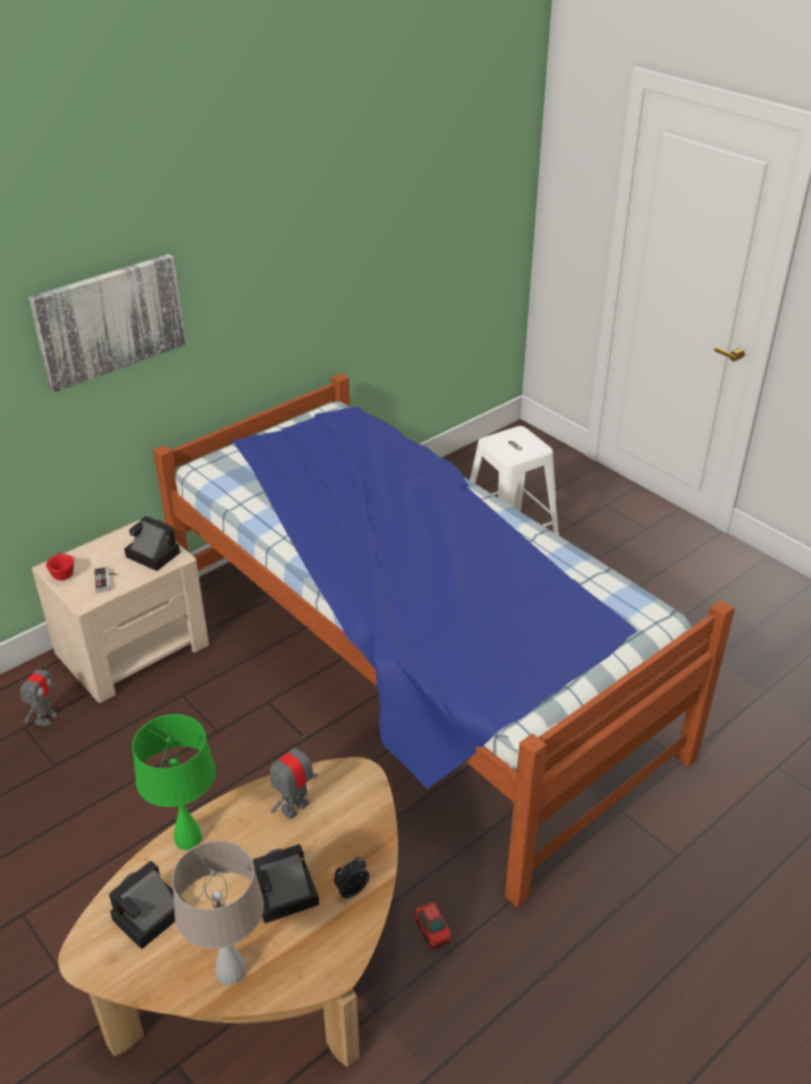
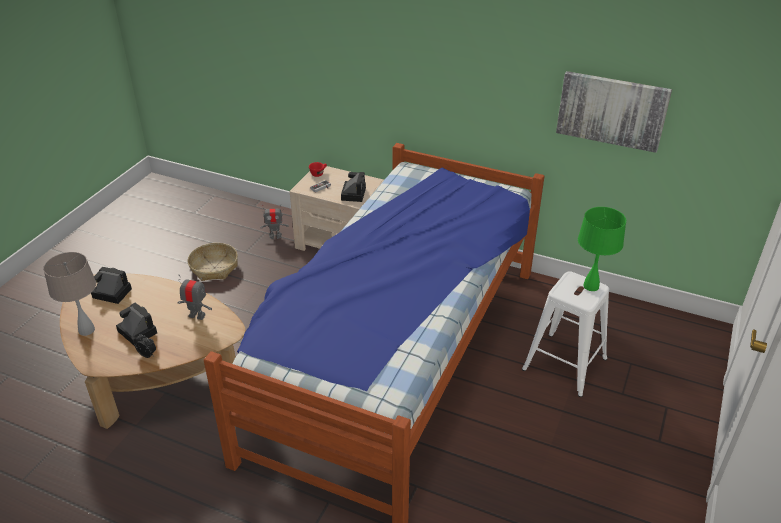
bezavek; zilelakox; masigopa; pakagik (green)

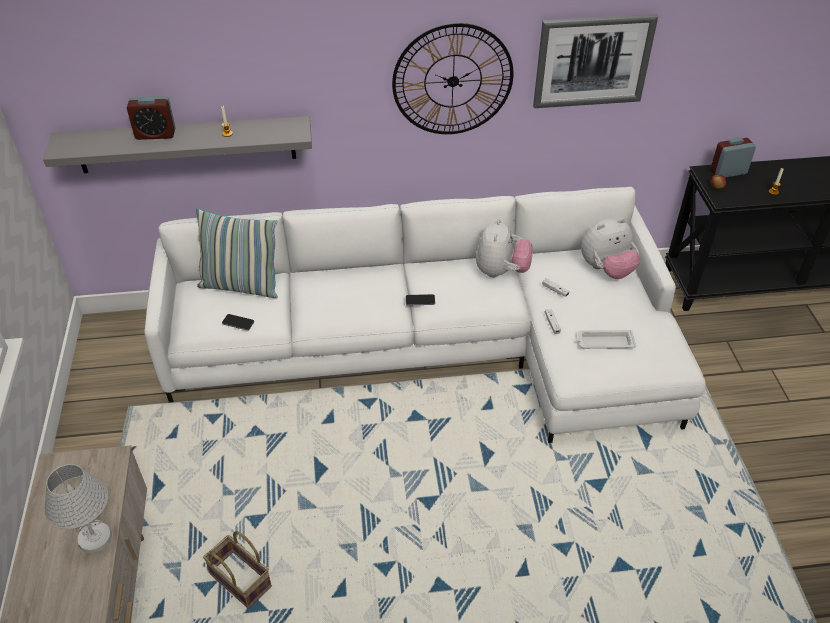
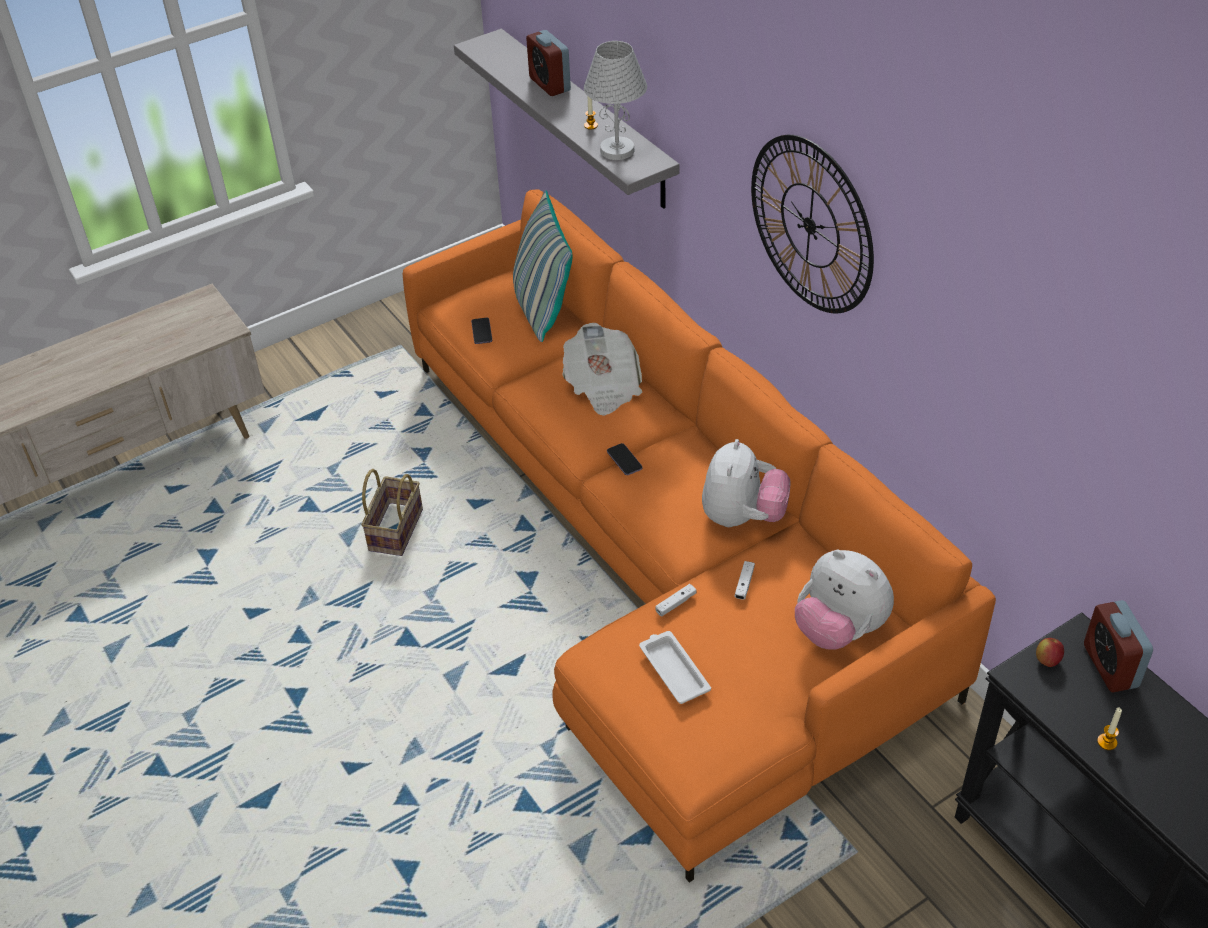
masigopa; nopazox; pakagik (white); zilelakox; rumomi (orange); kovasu (1st from left); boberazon (2nd from left)

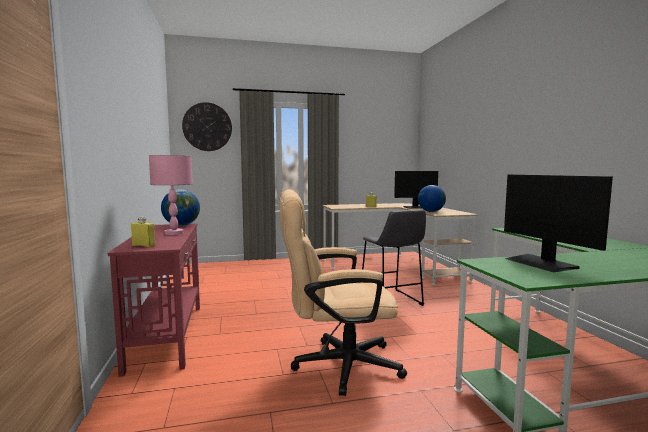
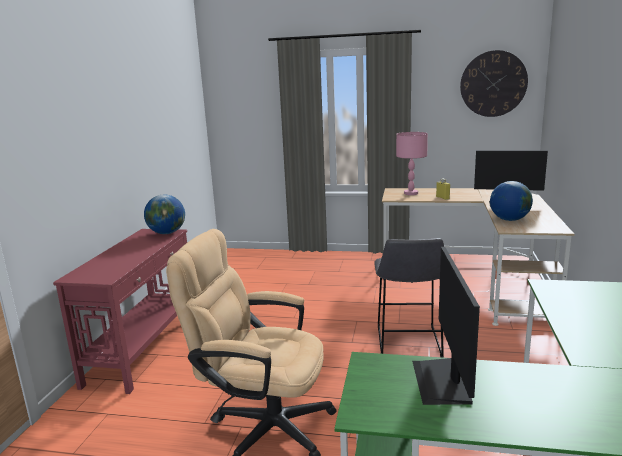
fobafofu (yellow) (1st from left in the first image); pakagik (pink); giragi

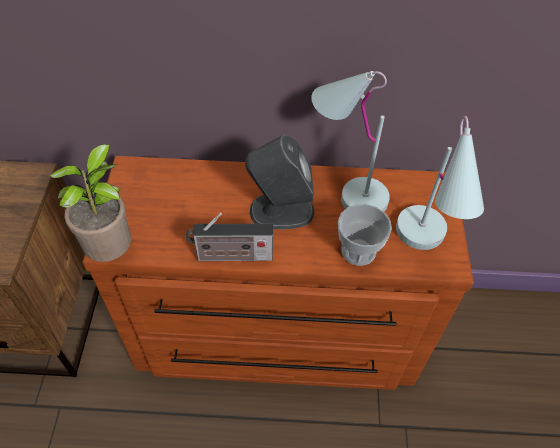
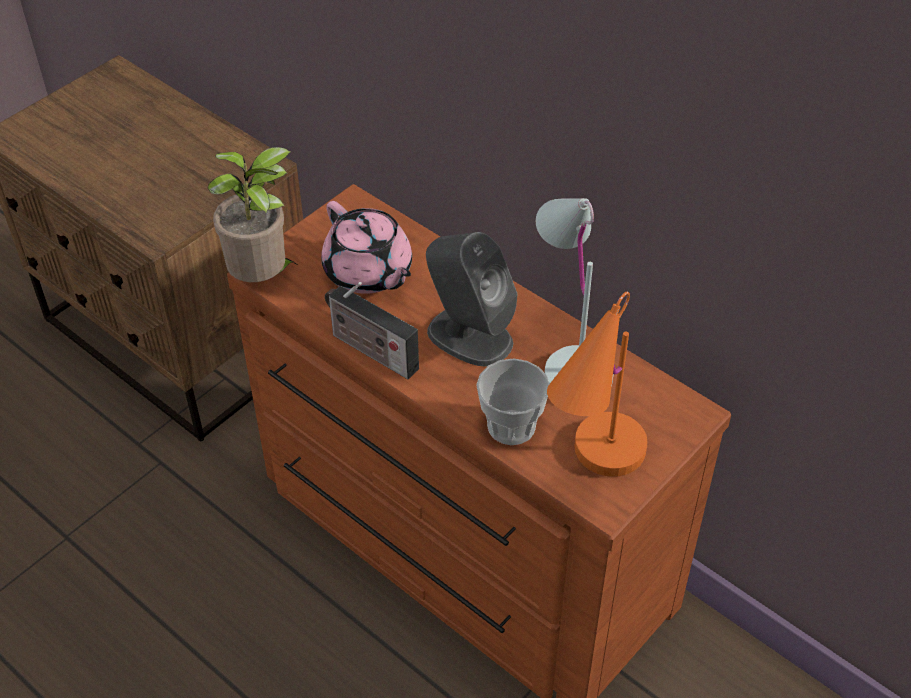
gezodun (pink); pakagik (orange)

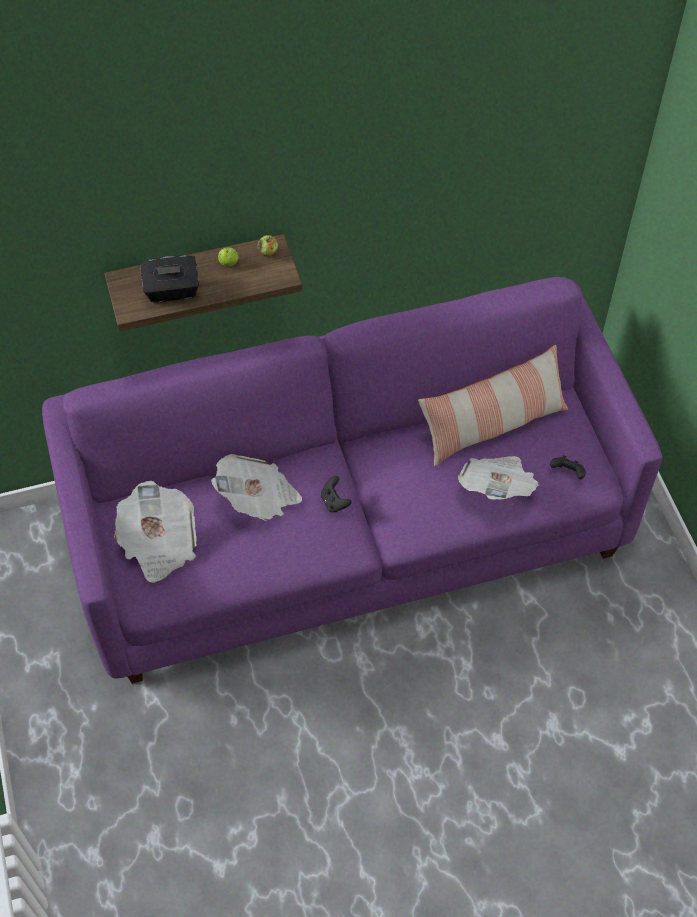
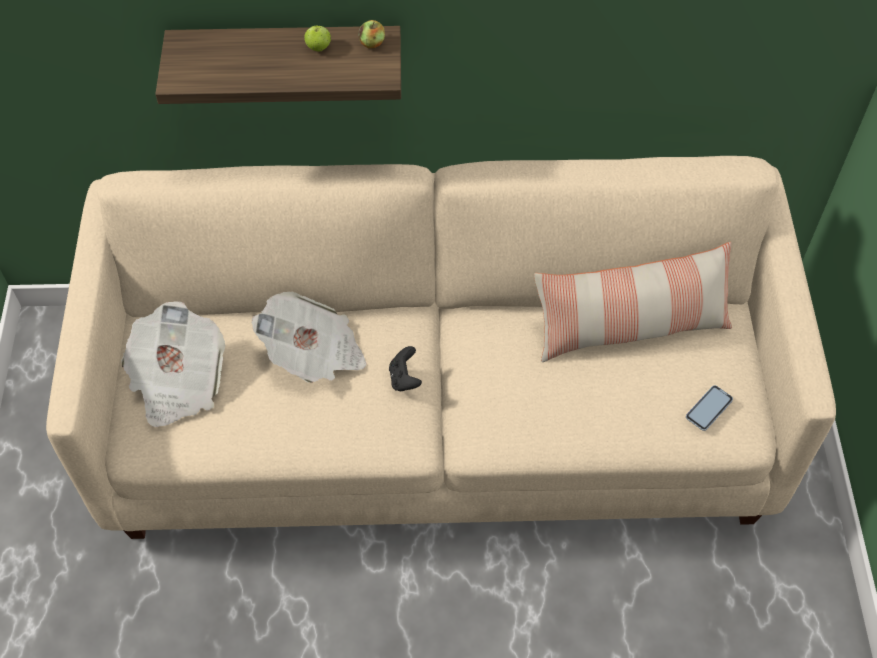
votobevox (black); nopazox (3rd from left in the first image); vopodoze; rumomi (beige)

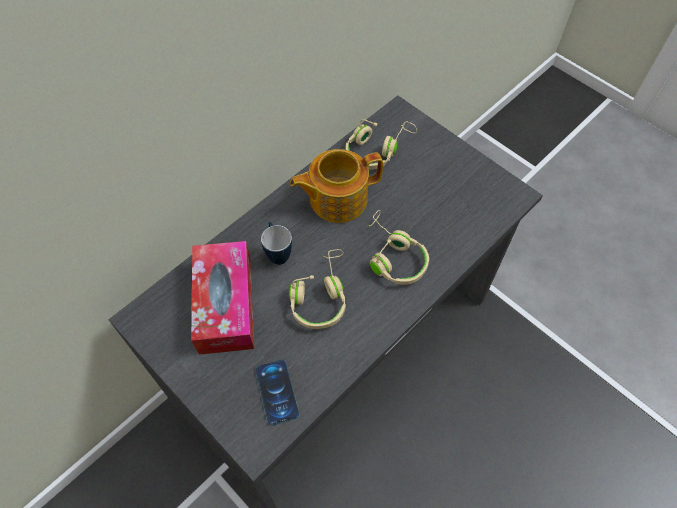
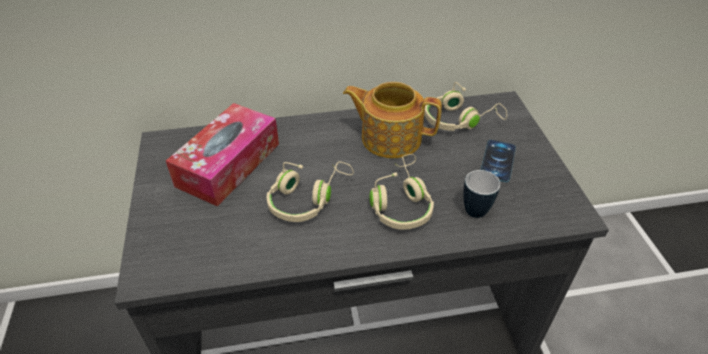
vopodoze; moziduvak

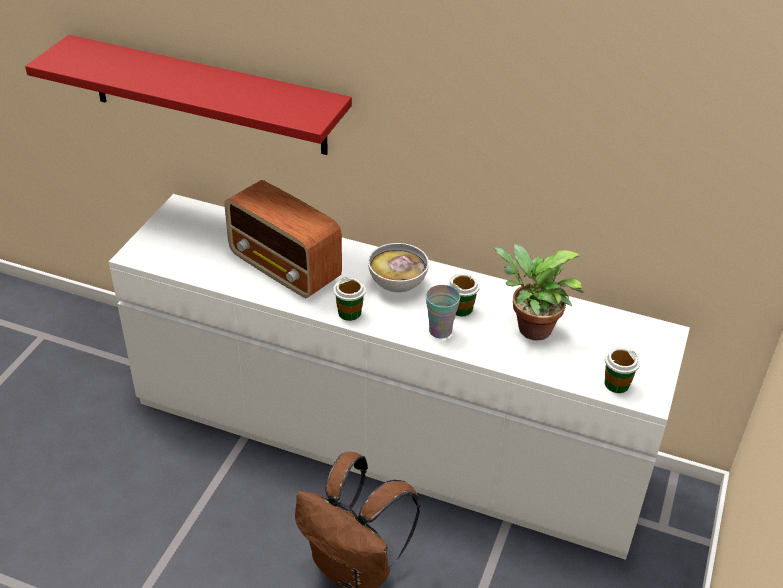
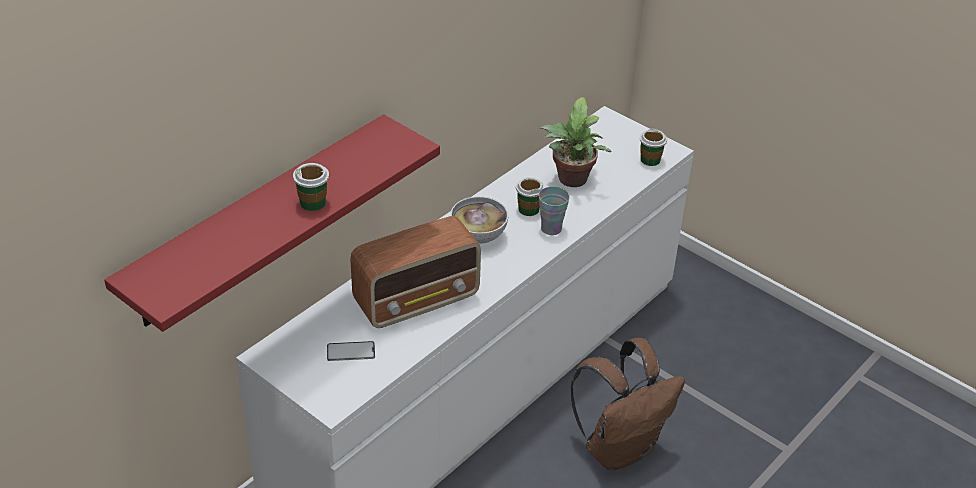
vopodoze; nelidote (1st from left)

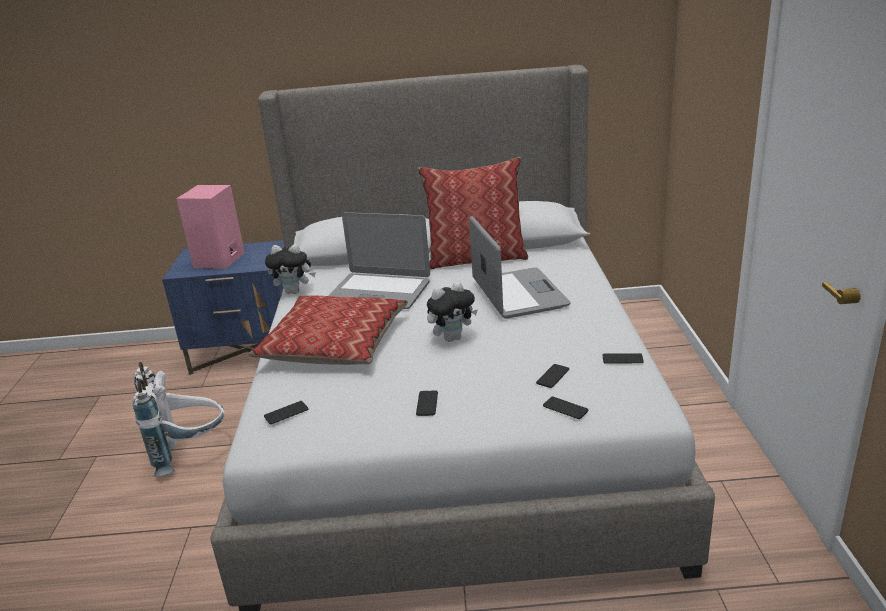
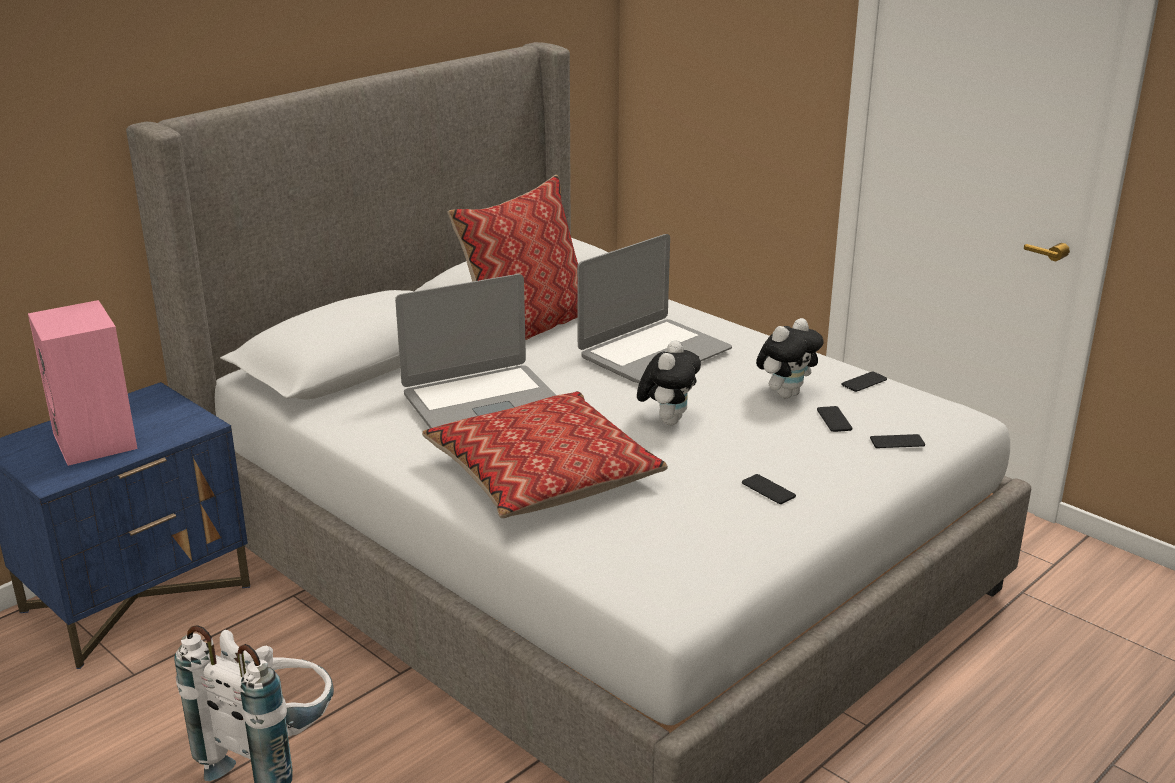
vopodoze (1st from left in the first image); kovasu (2nd from left); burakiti (2nd from left)

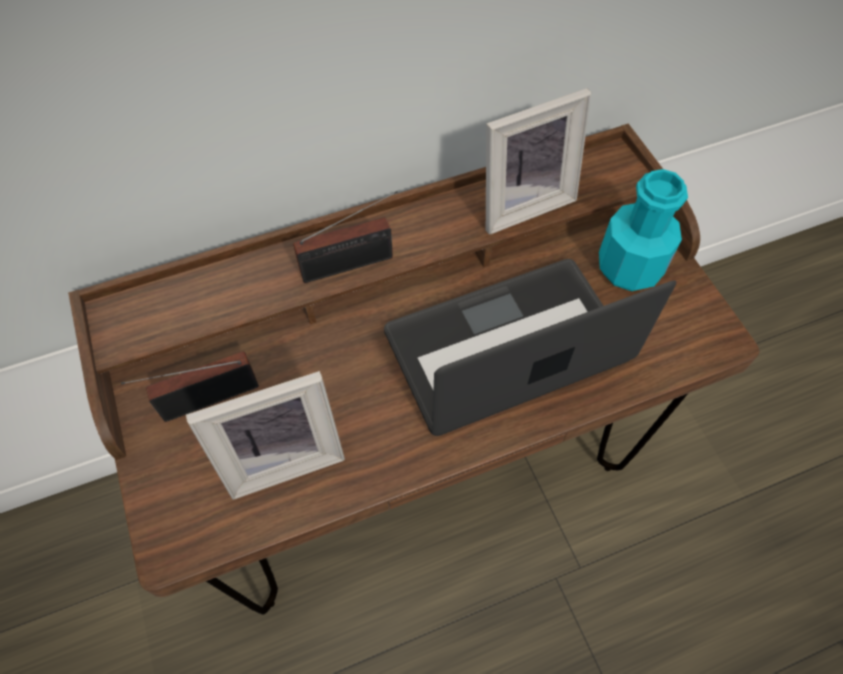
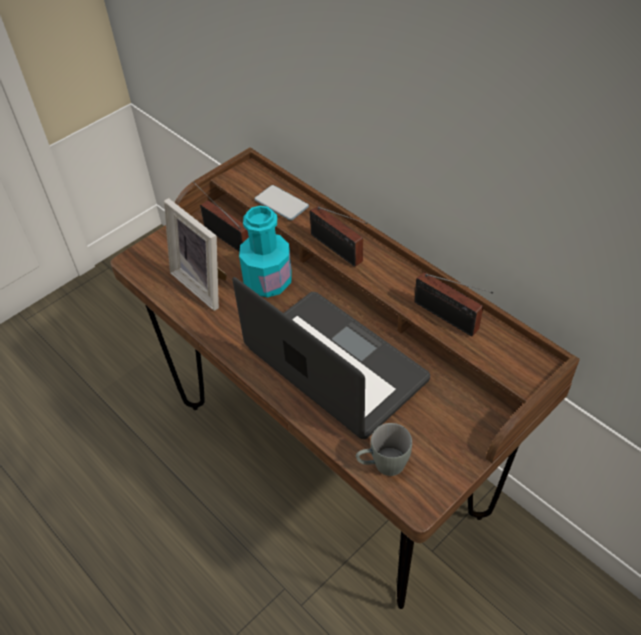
vopodoze; moziduvak (grey); fobafofu (turquoise); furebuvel (3rd from left)

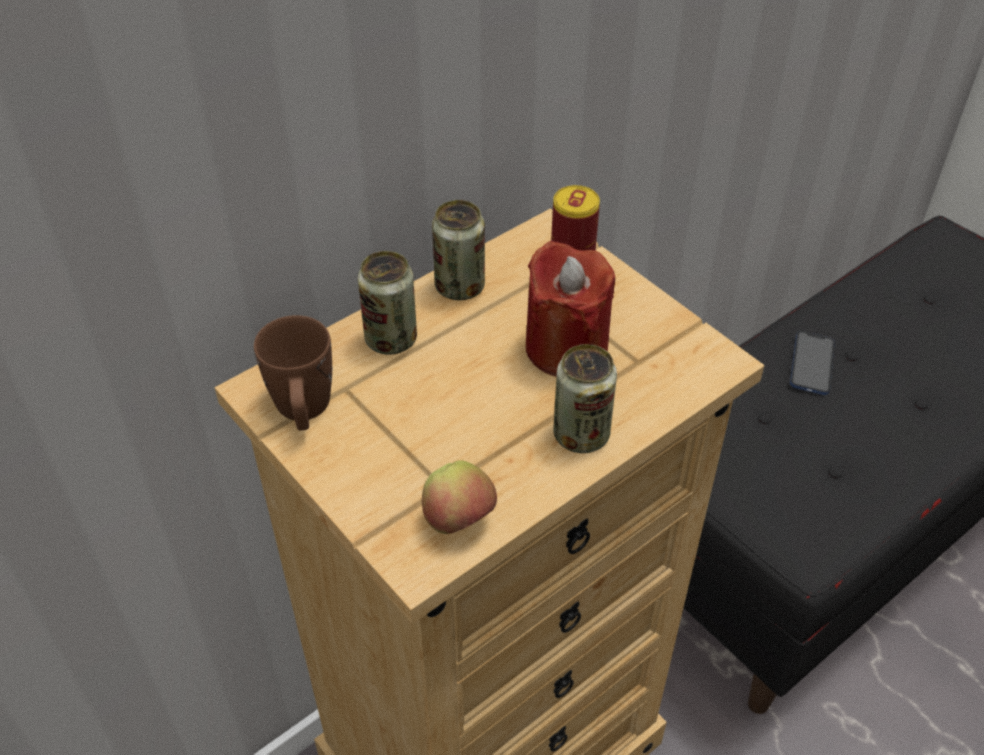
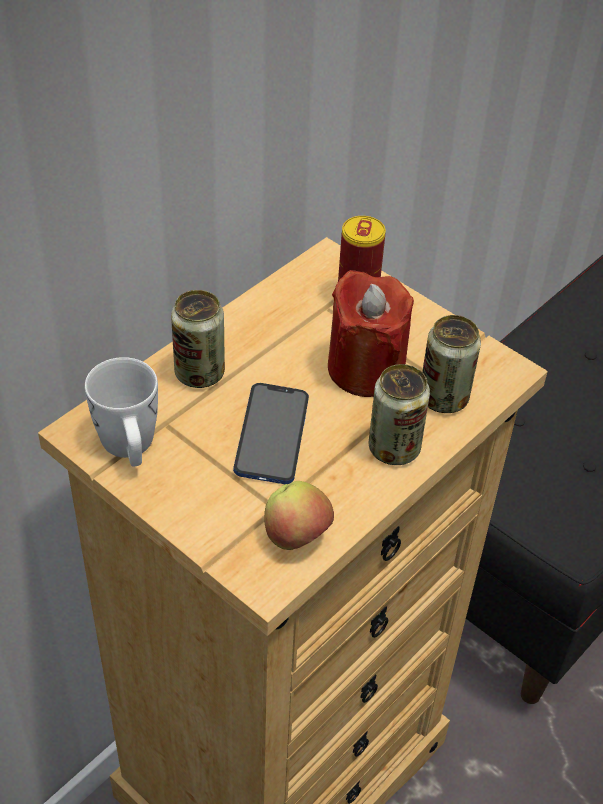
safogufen (4th from left); vopodoze; moziduvak (white)

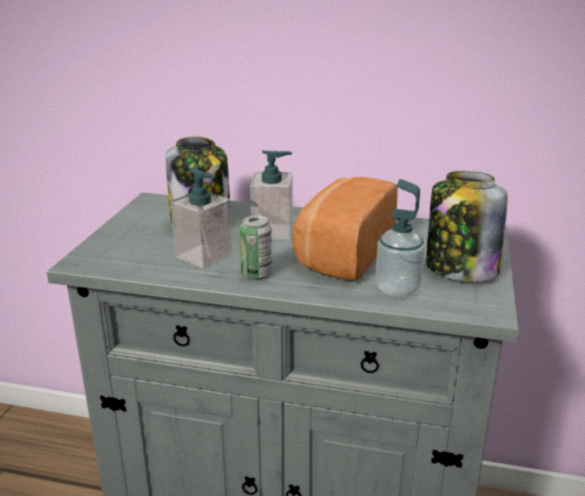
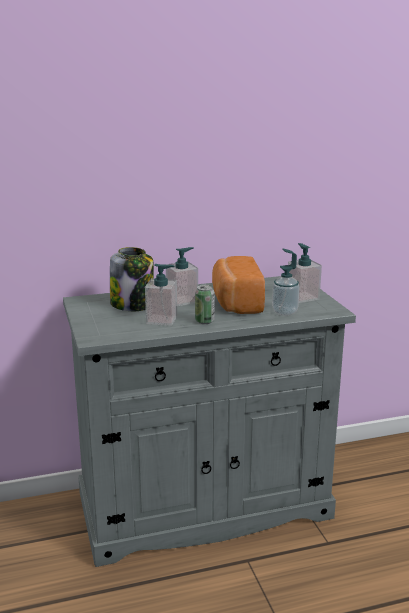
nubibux (4th from left)

